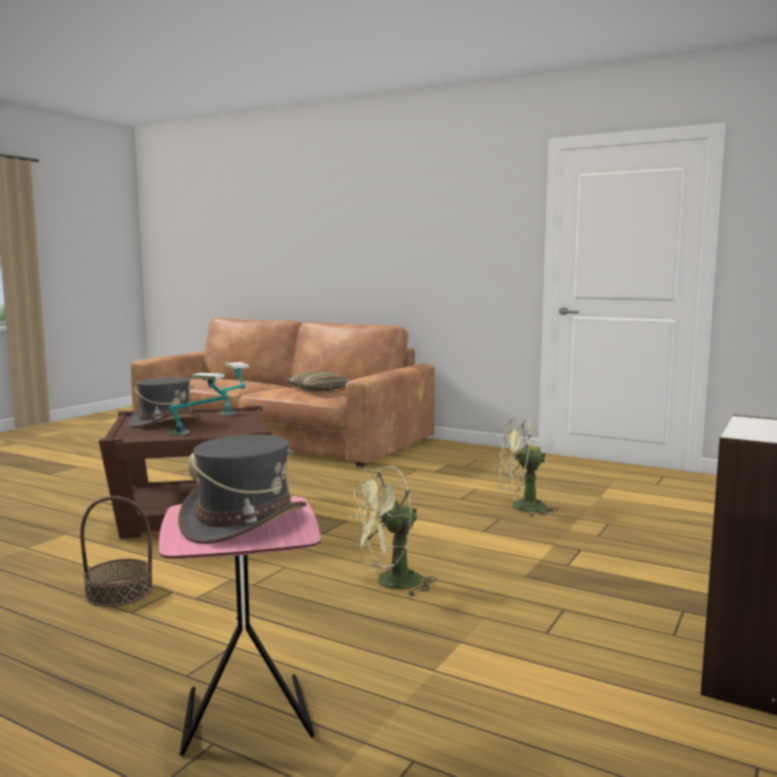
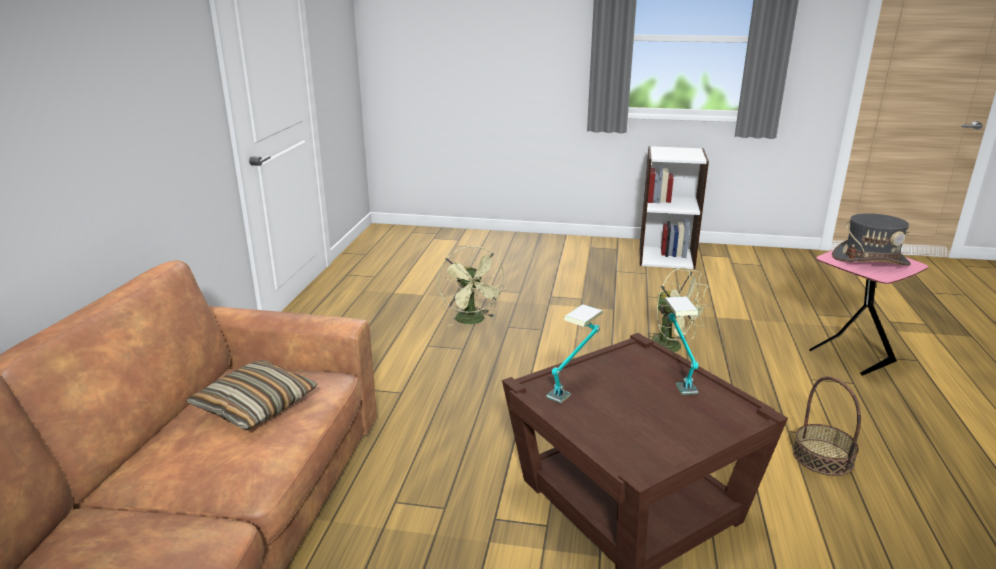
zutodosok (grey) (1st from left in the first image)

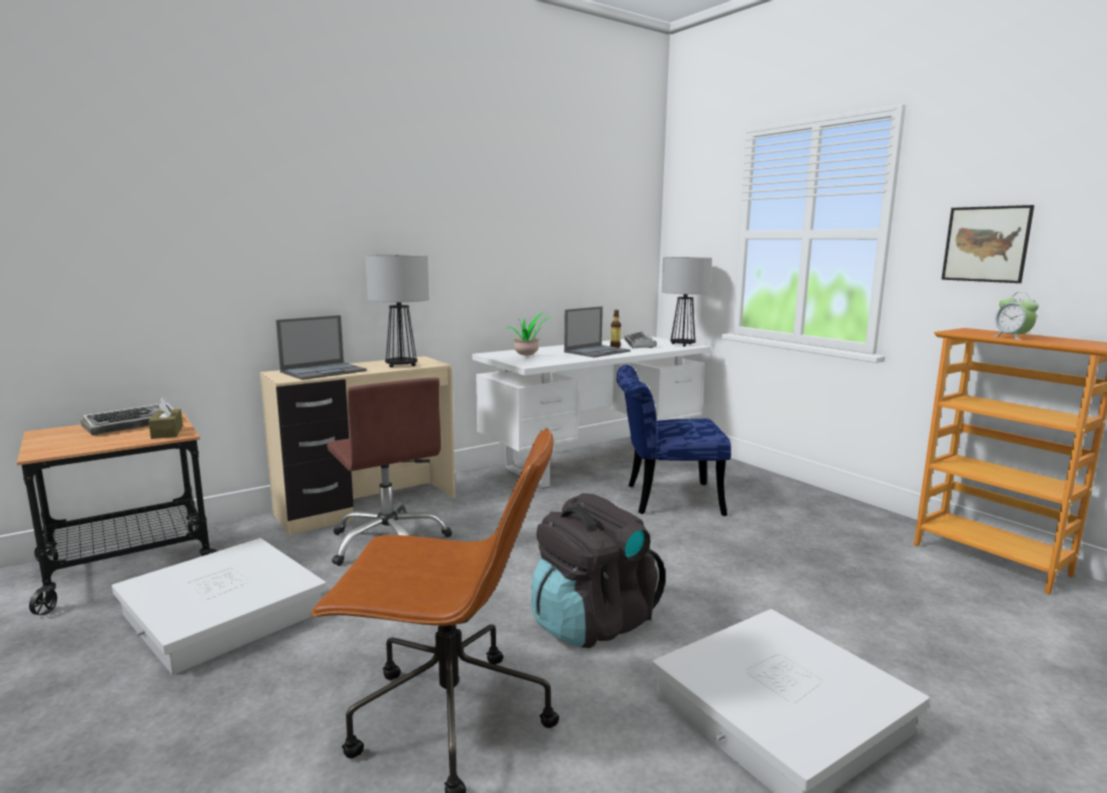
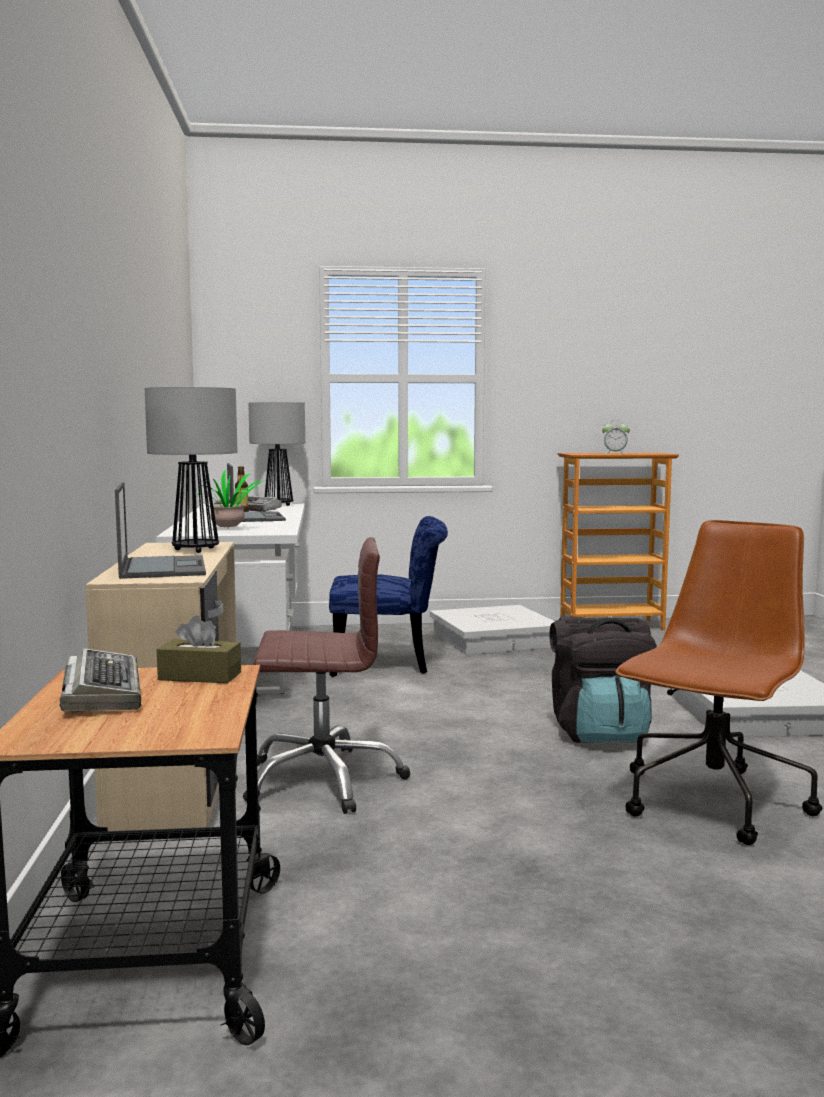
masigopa; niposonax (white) (1st from left); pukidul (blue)

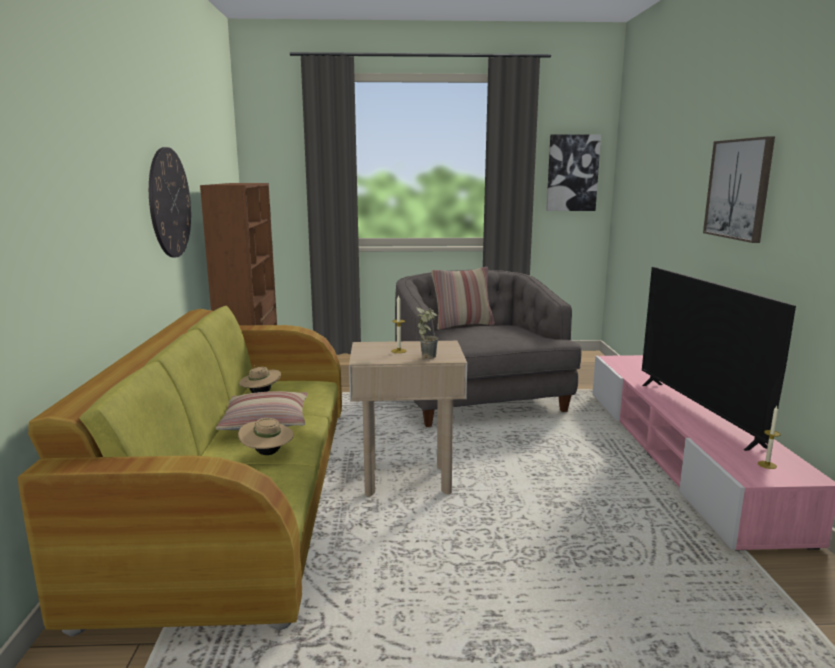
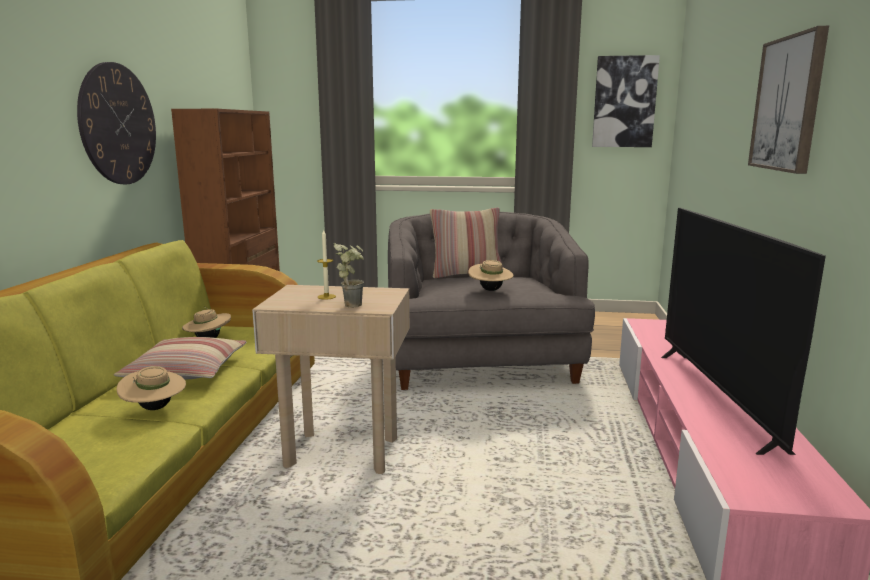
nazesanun (2nd from left in the first image); zutodosok (beige) (3rd from left)

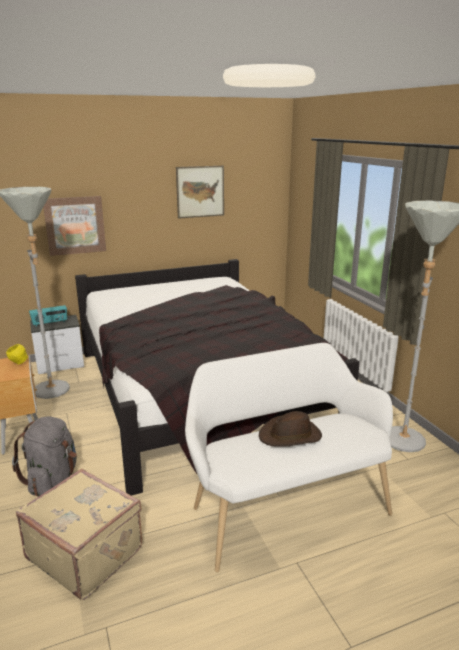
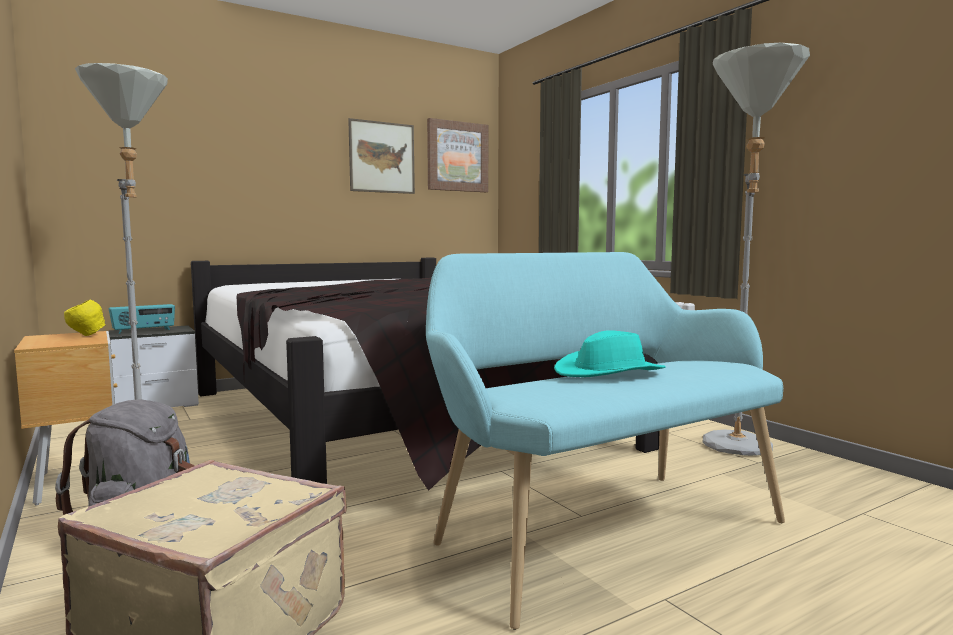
masigopa (2nd from left); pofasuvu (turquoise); zutodosok (turquoise)

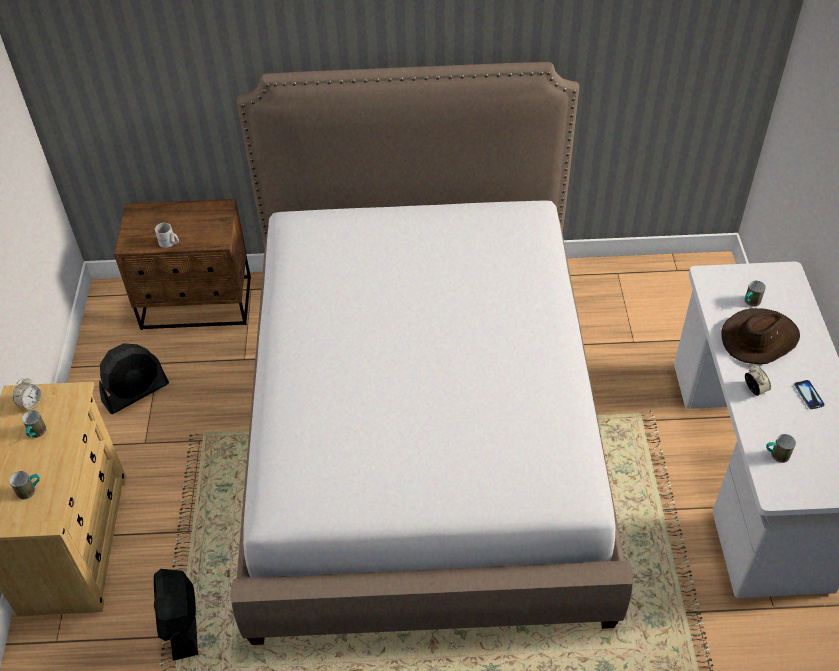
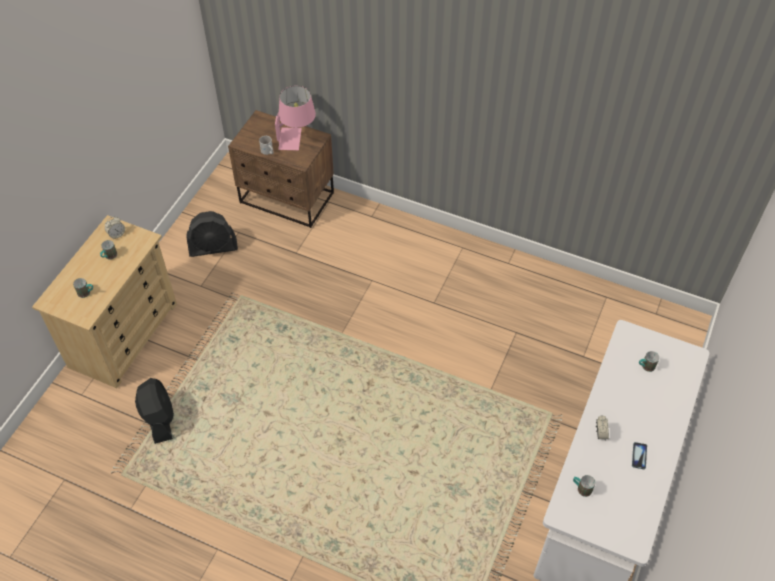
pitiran; zutodosok (brown); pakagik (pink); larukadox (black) (1st from left)

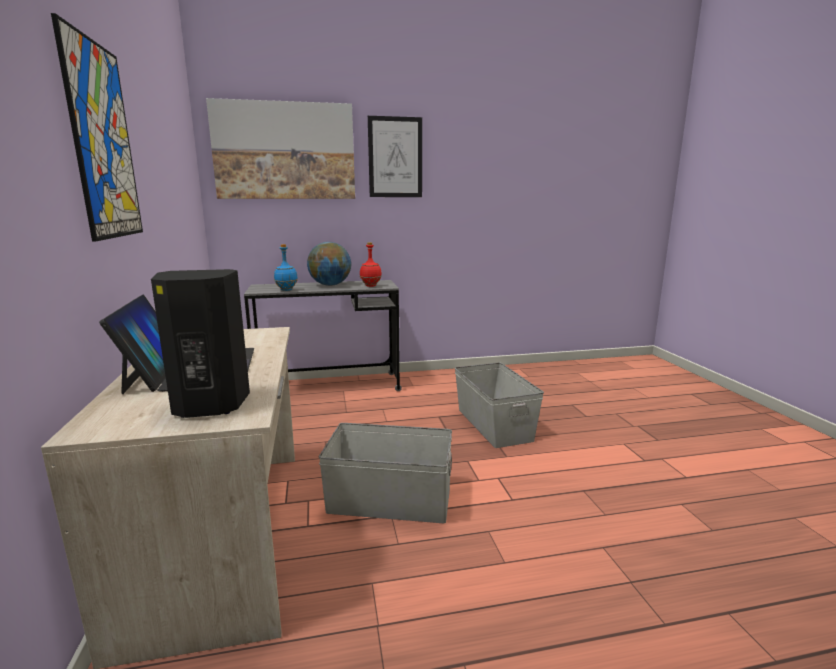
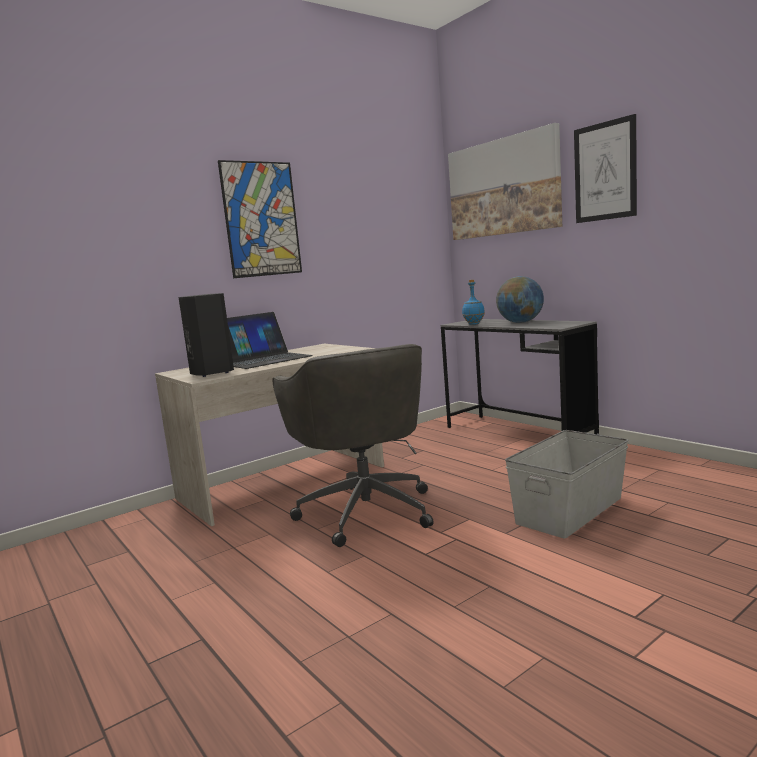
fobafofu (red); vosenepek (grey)

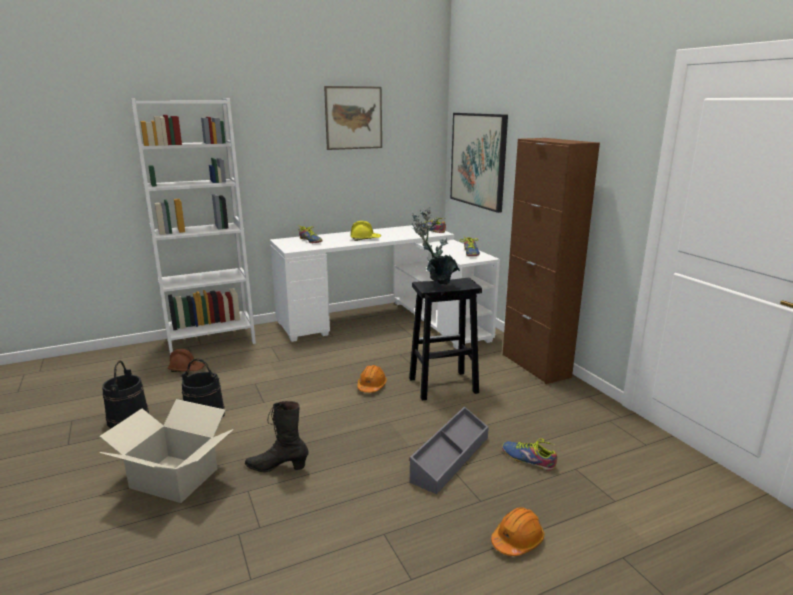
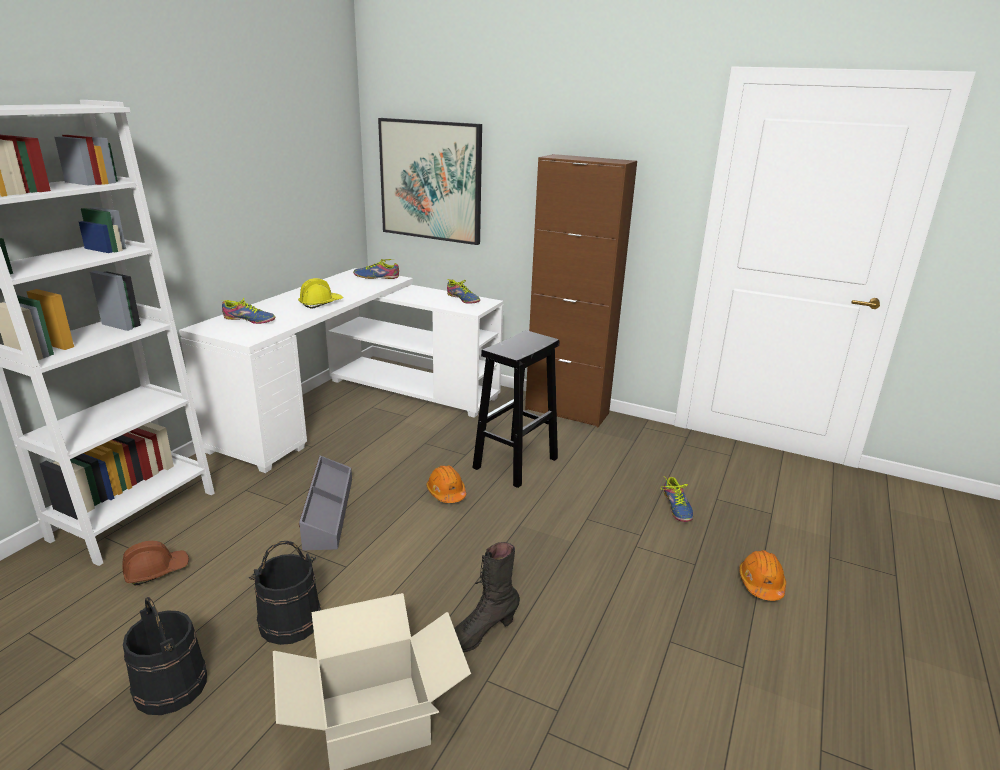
masigopa (1st from left in the first image); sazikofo; niposonax (grey); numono (4th from left)

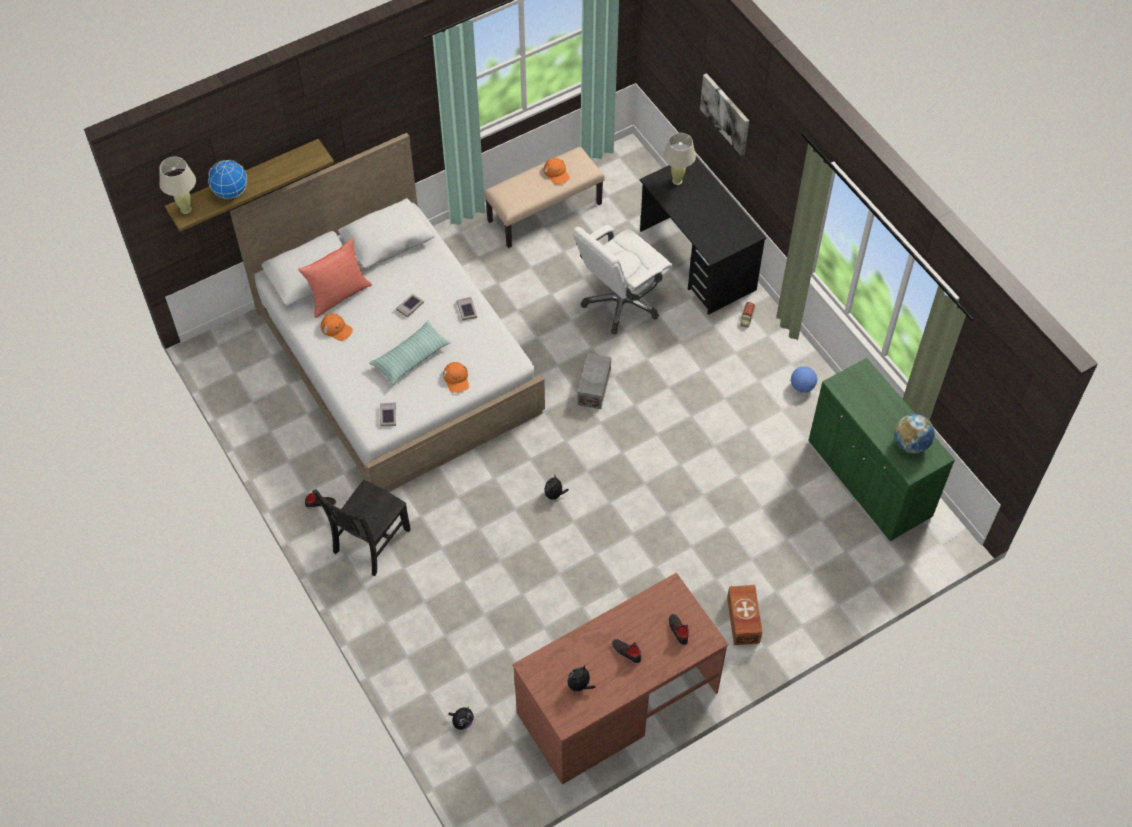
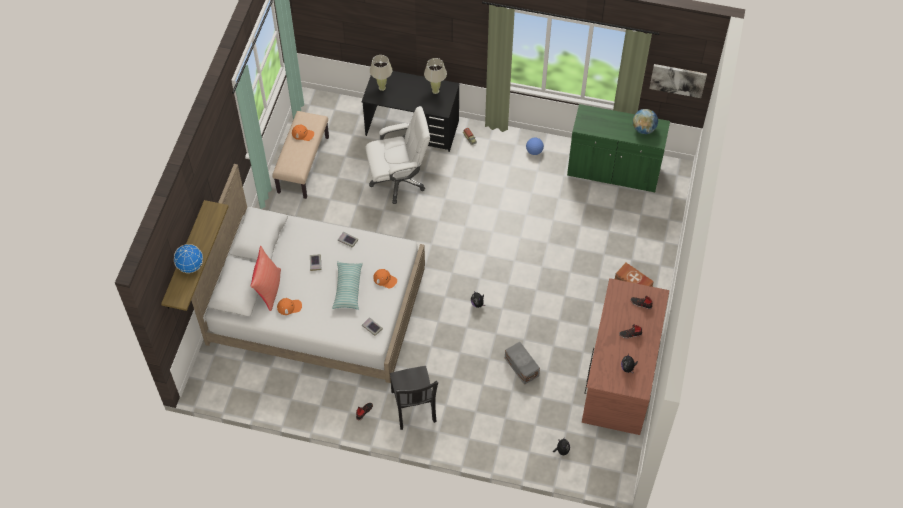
pakagik (beige) (2nd from left); niposonax (grey); masigopa; vosenepek (white)

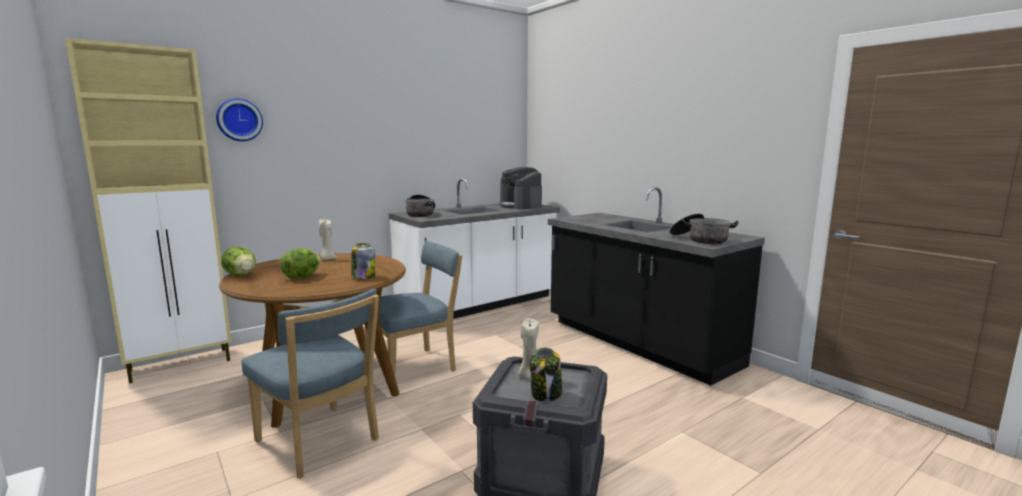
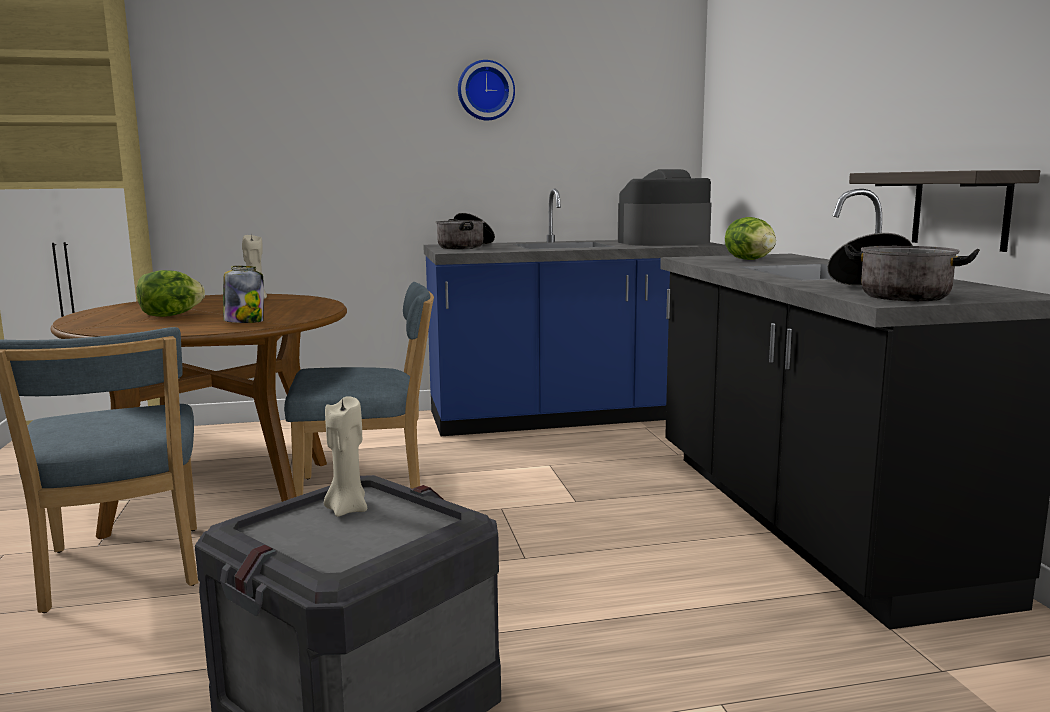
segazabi (2nd from left in the first image); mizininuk; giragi; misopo (2nd from left); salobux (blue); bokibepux

